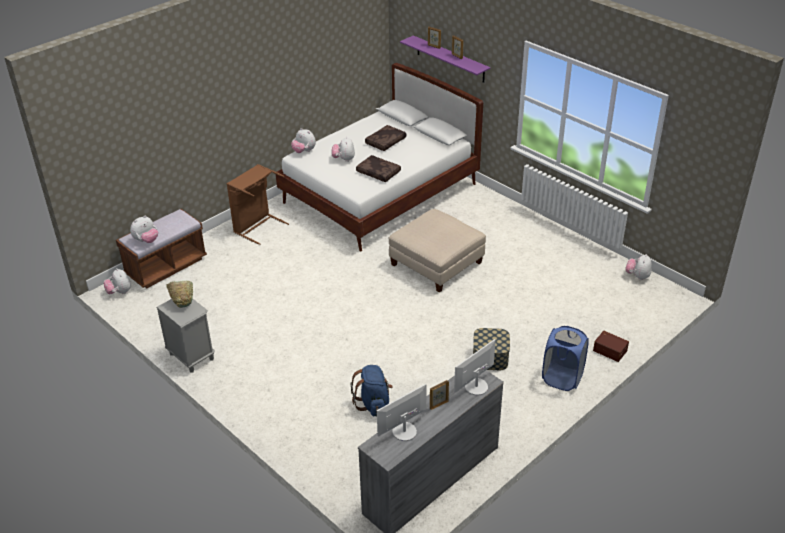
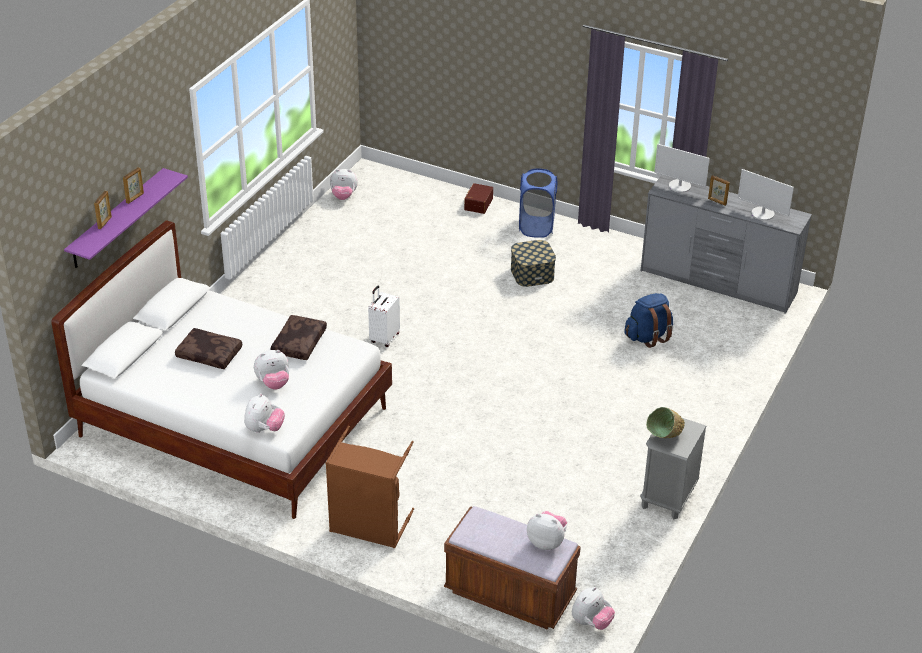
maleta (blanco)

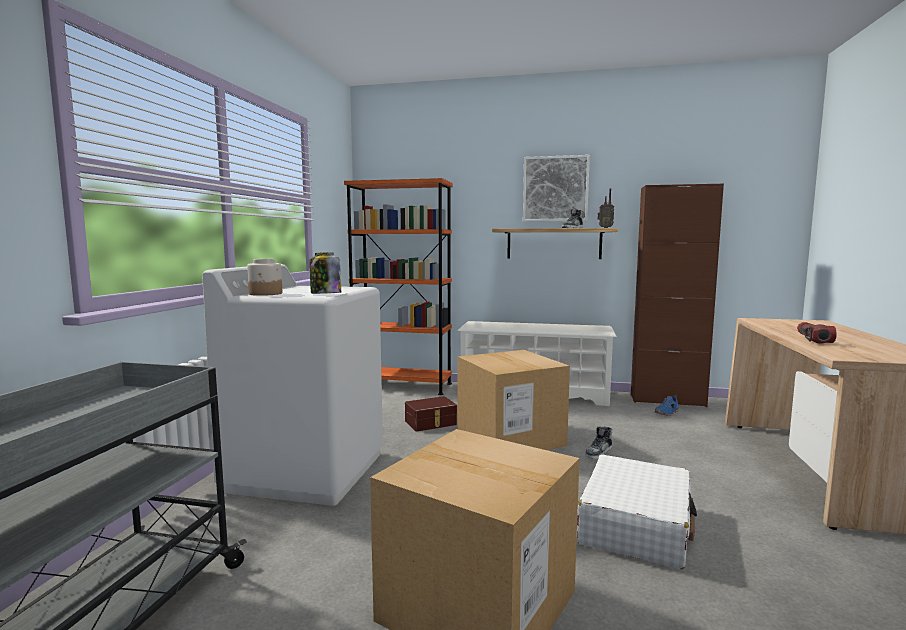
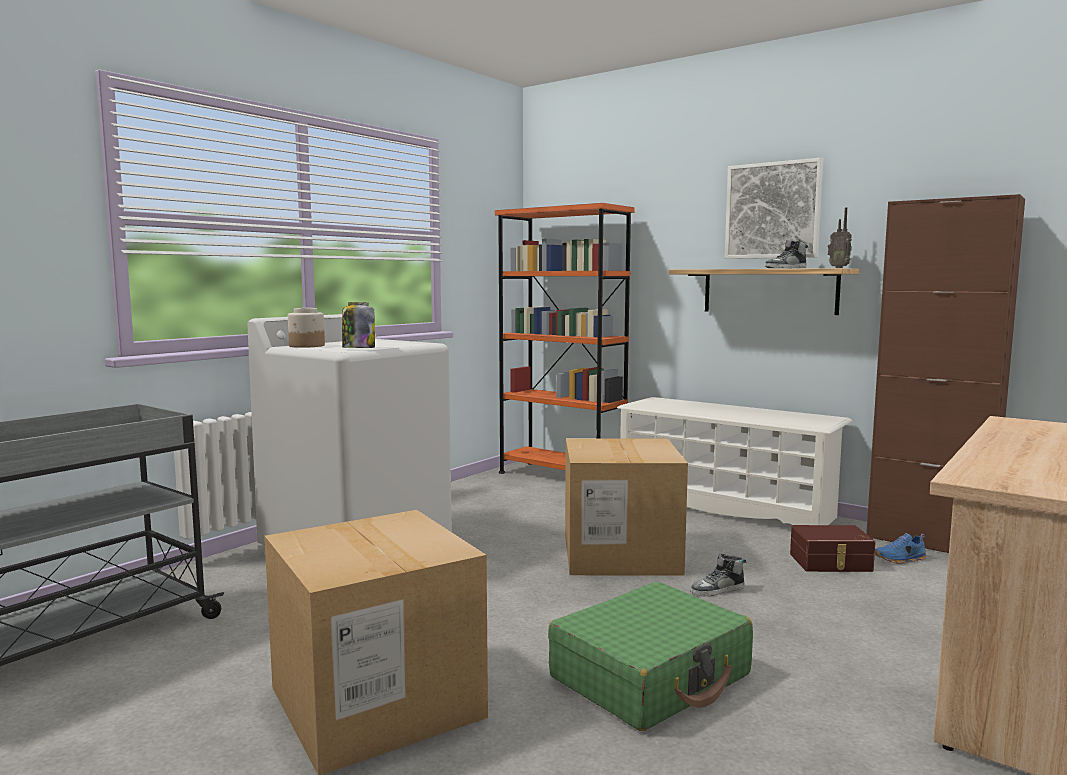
maleta (verde); caja de almacenaje (marrón); linterna

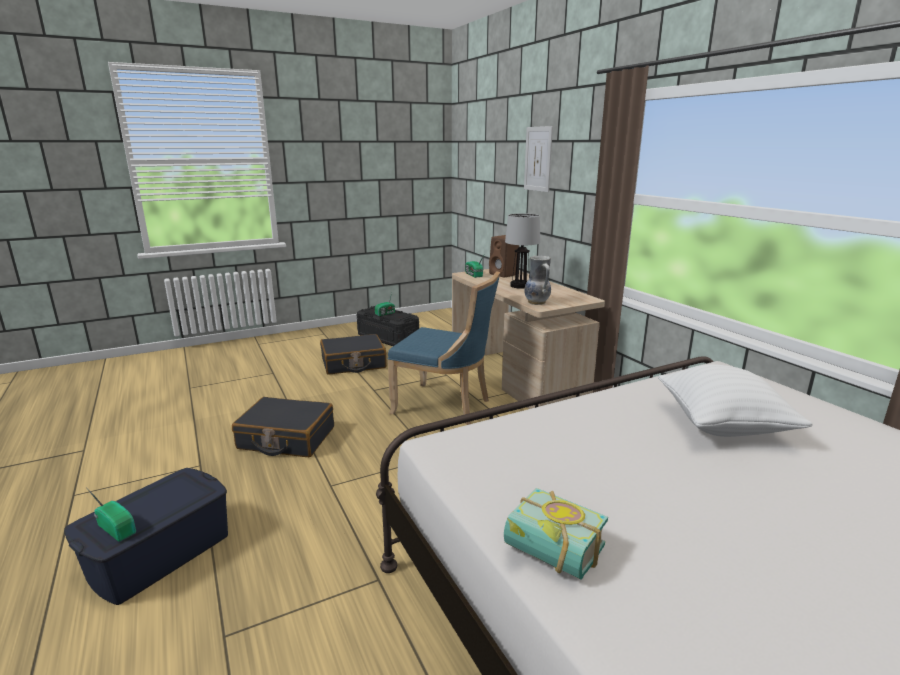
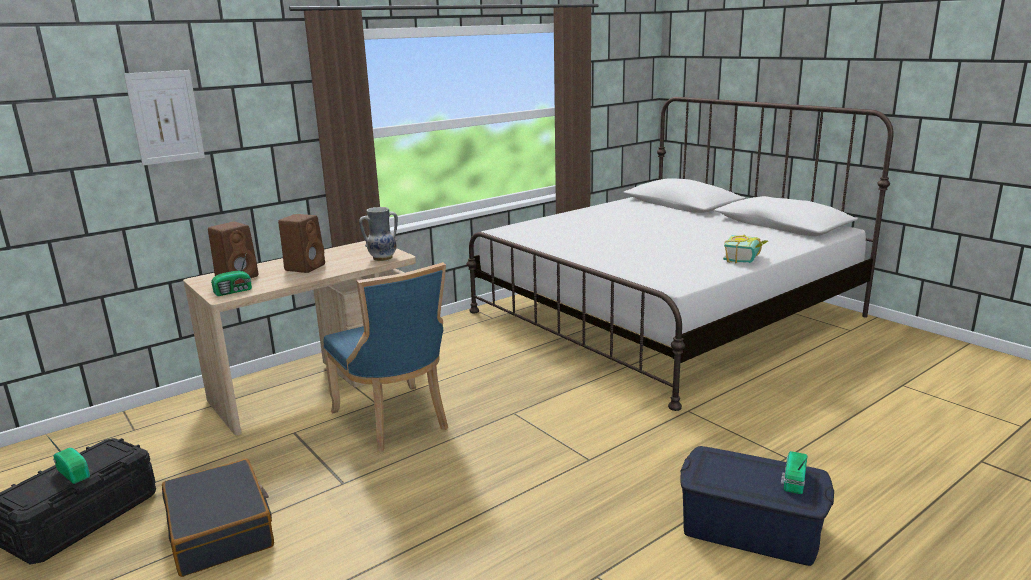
altavoz (marrón) (2nd from left); silla (azul); maleta (negro) (1st from left in the first image); cojín (blanco)

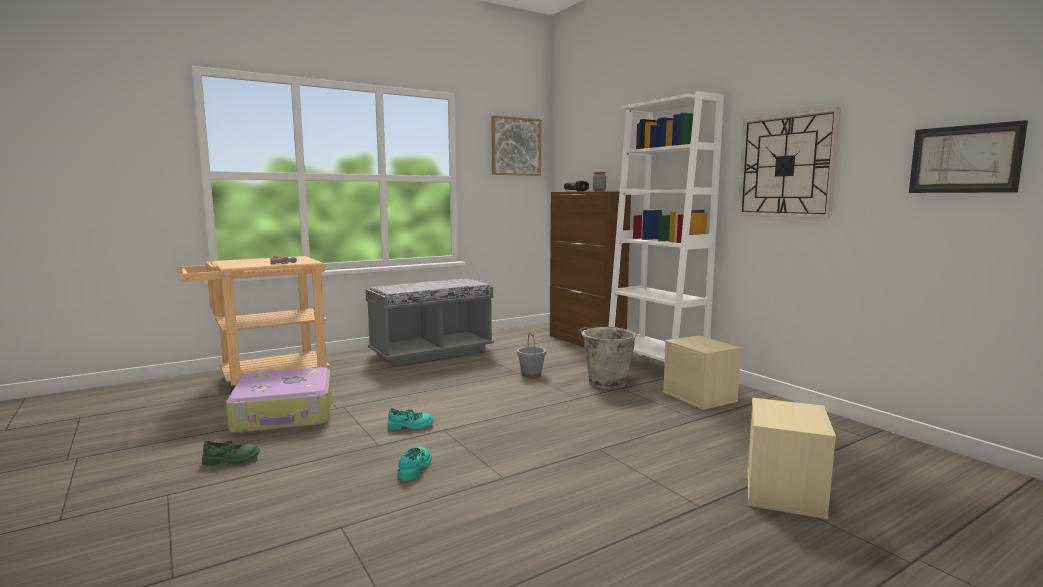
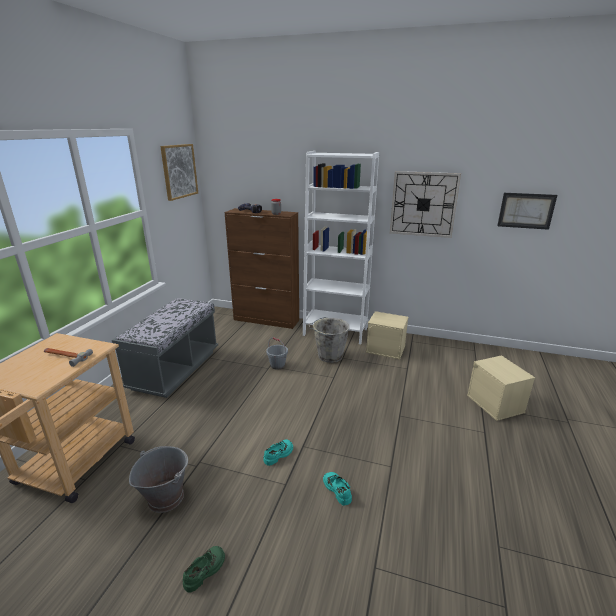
cubo (gris) (1st from left)

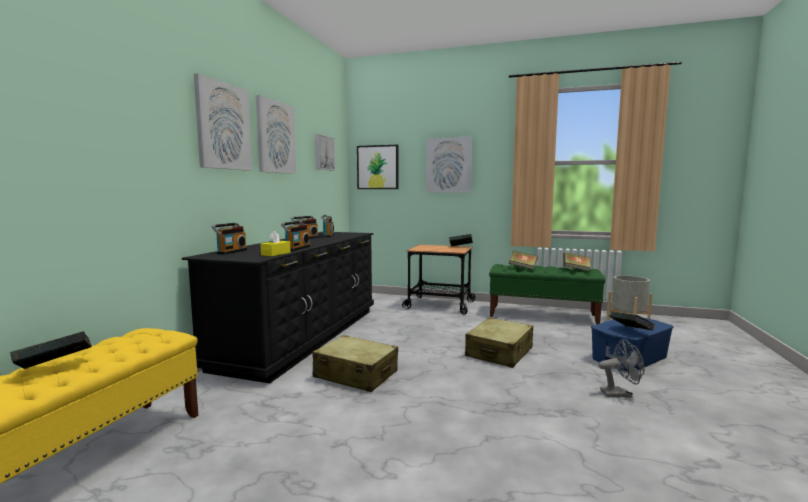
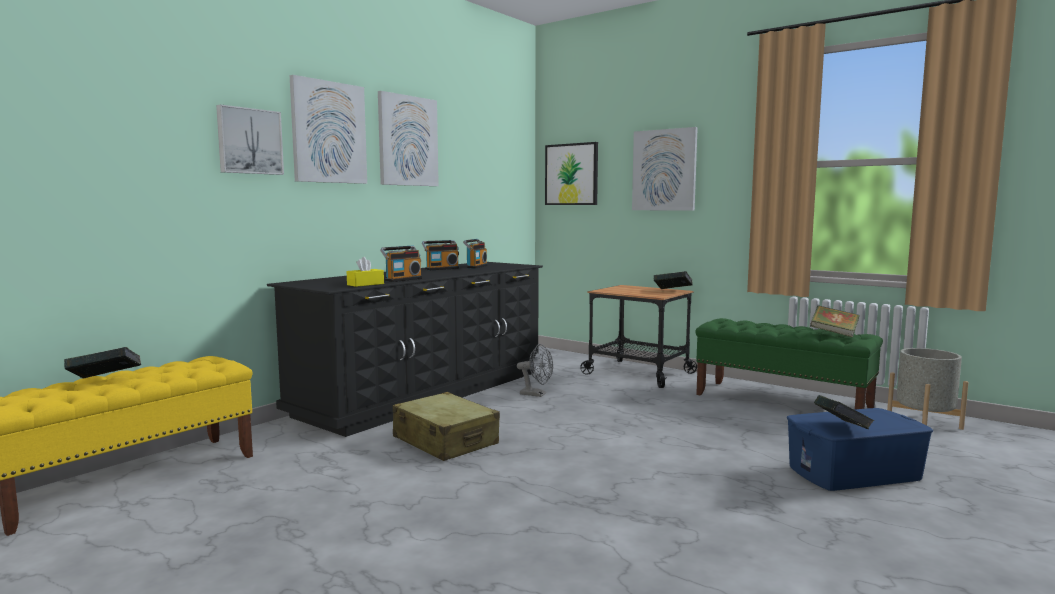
cuadro (1st from left); ventilador (gris); radio (1st from left in the first image); maleta (beis) (2nd from left in the first image); libro (3rd from left in the first image)

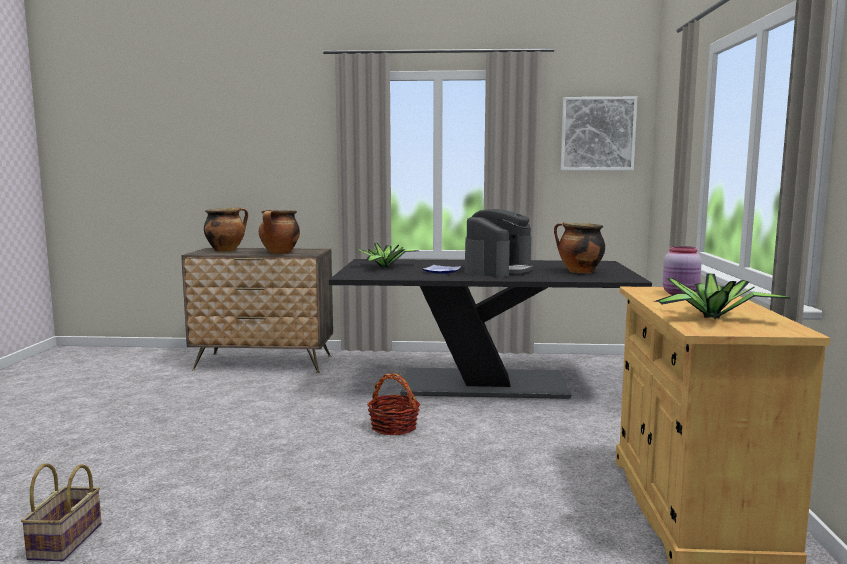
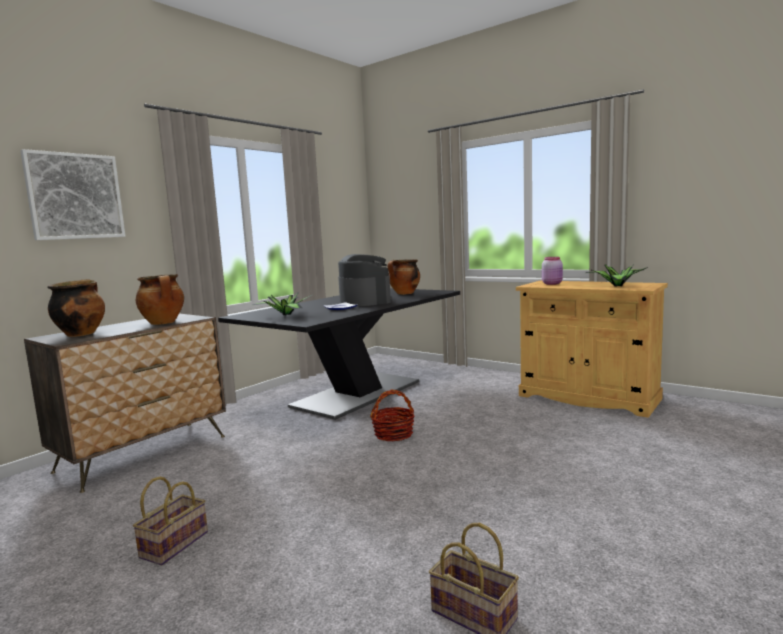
cuadro; cesta (1st from left)

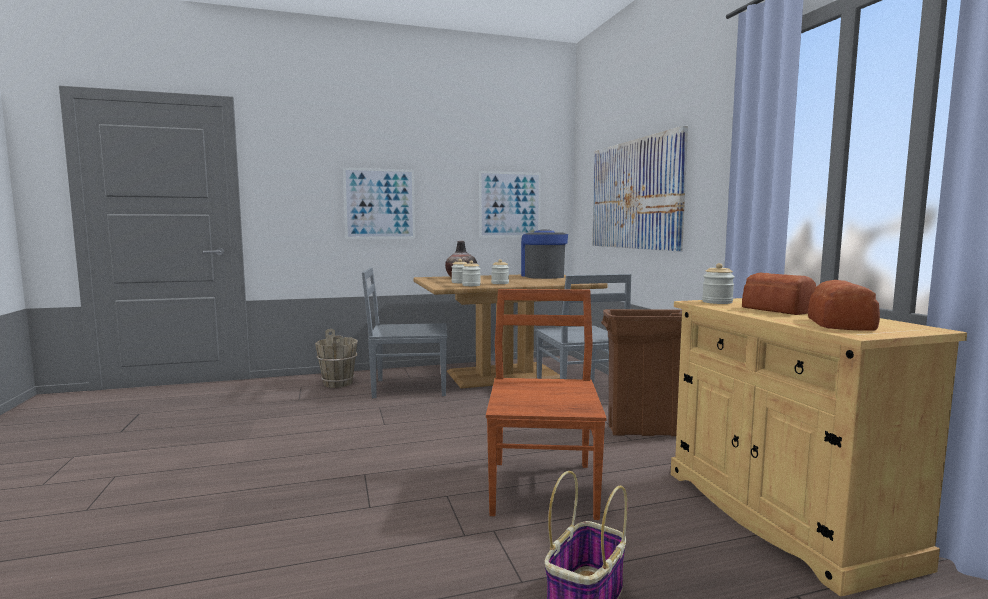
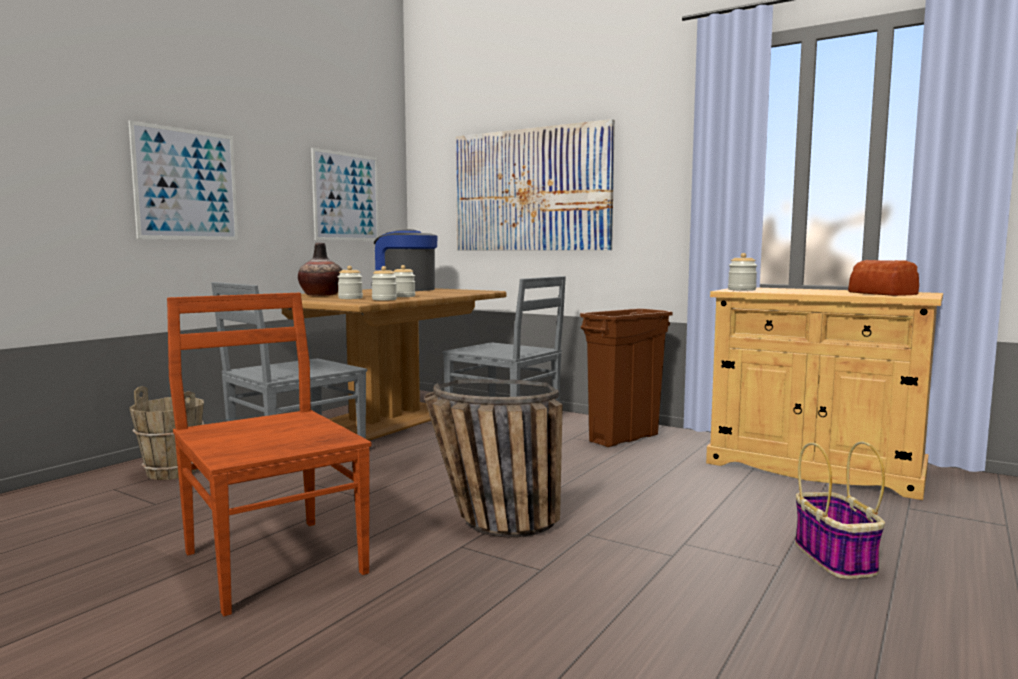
silla (marrón); cesta (1st from left); pan (1st from left in the first image)

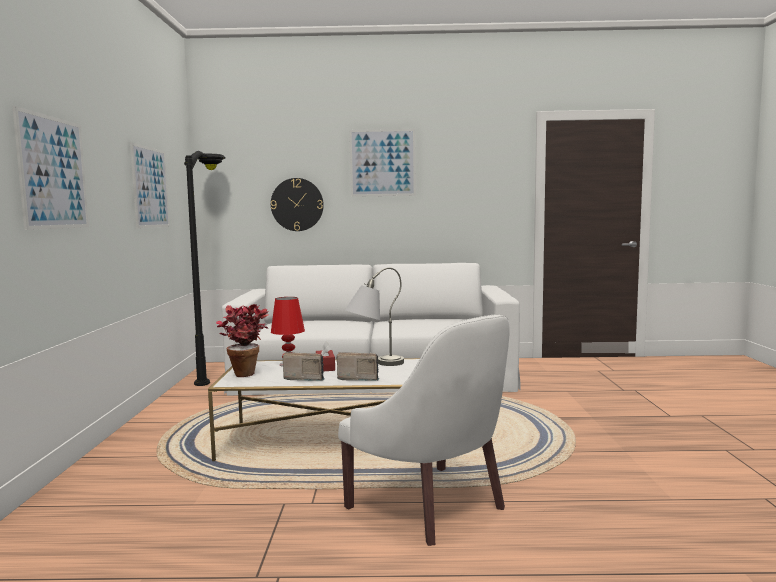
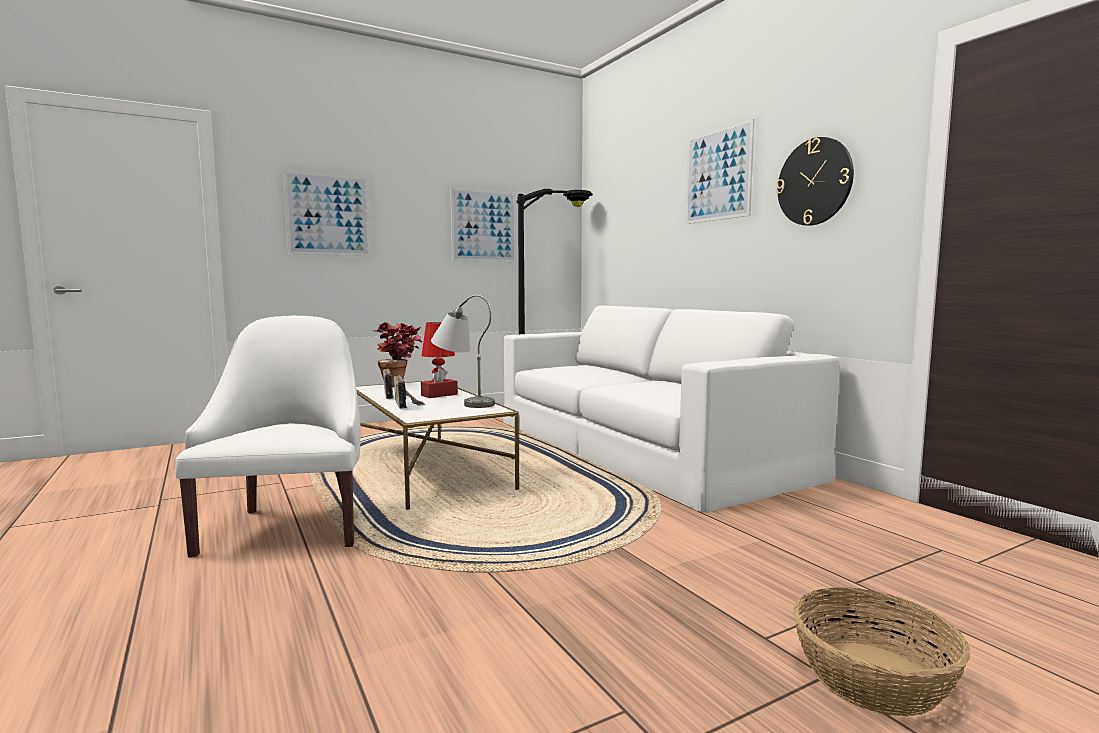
sillón (blanco); reloj de pared; cesta

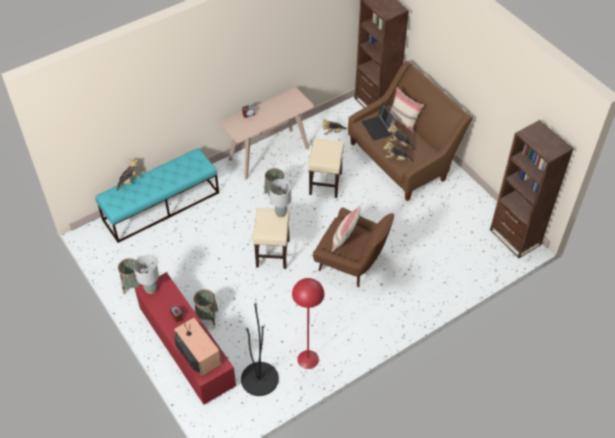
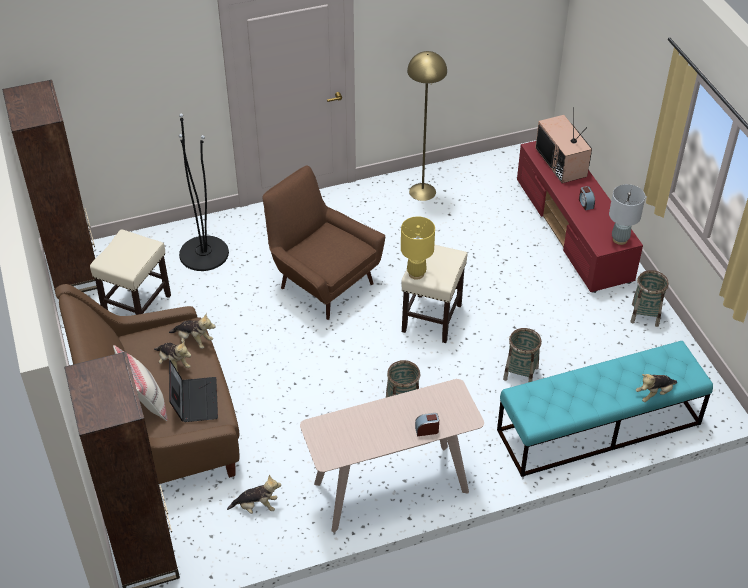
taburete (beis) (1st from left); lámpara de pie (negro); lámpara de mesa (amarillo); lámpara de pie (amarillo); cesta (2nd from left); cojín (beis) (1st from left in the first image)

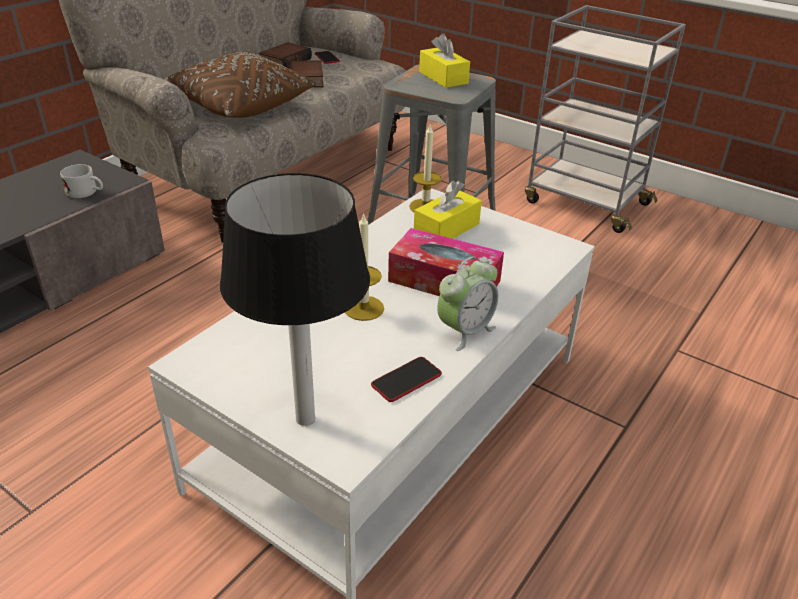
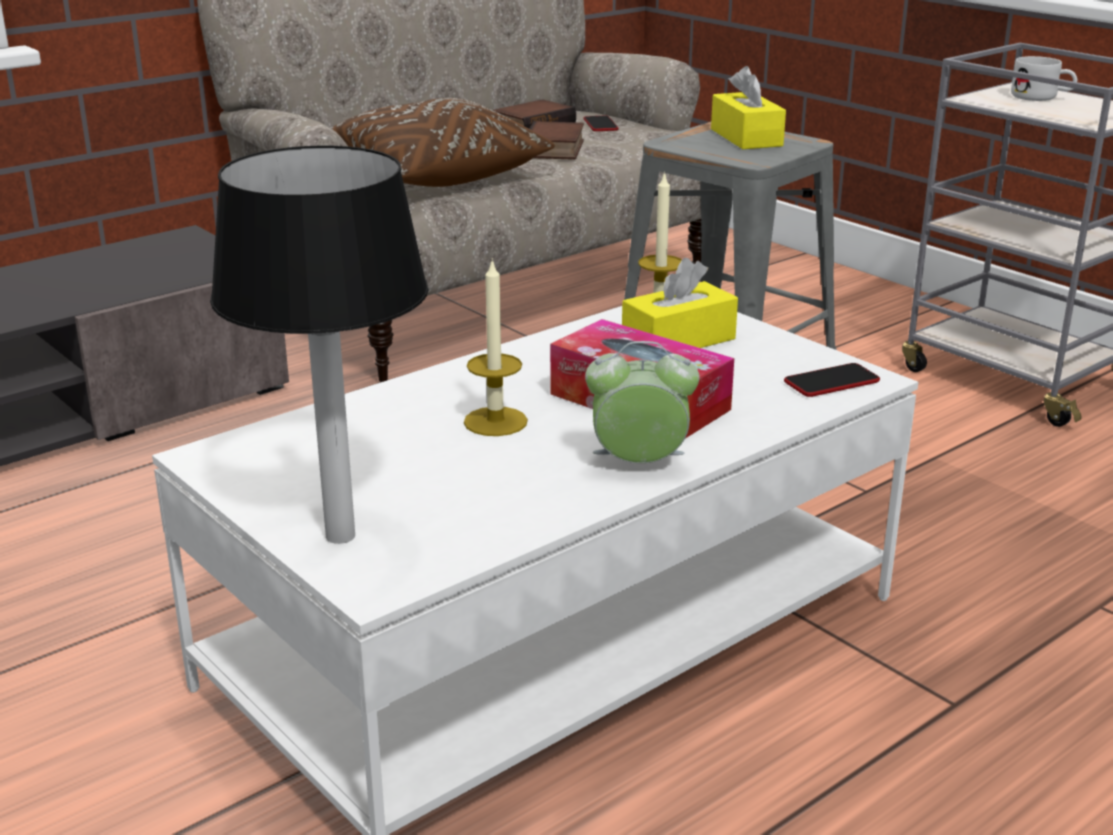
despertador; móvil (2nd from left); taza grande (blanco)

